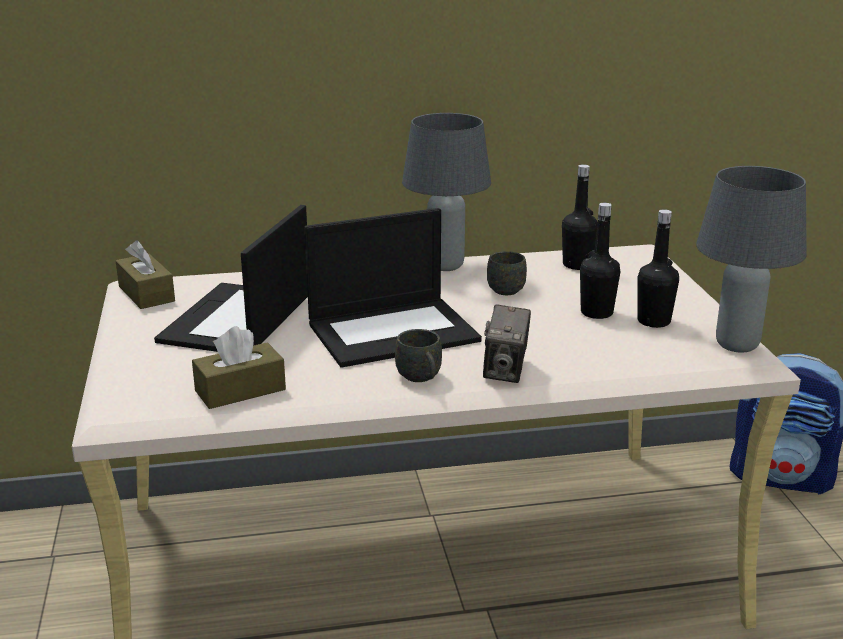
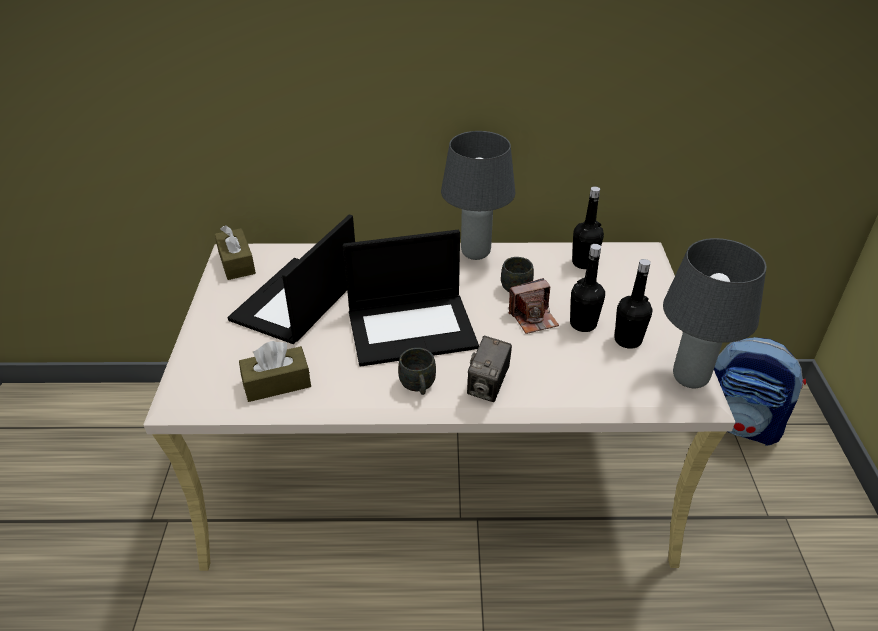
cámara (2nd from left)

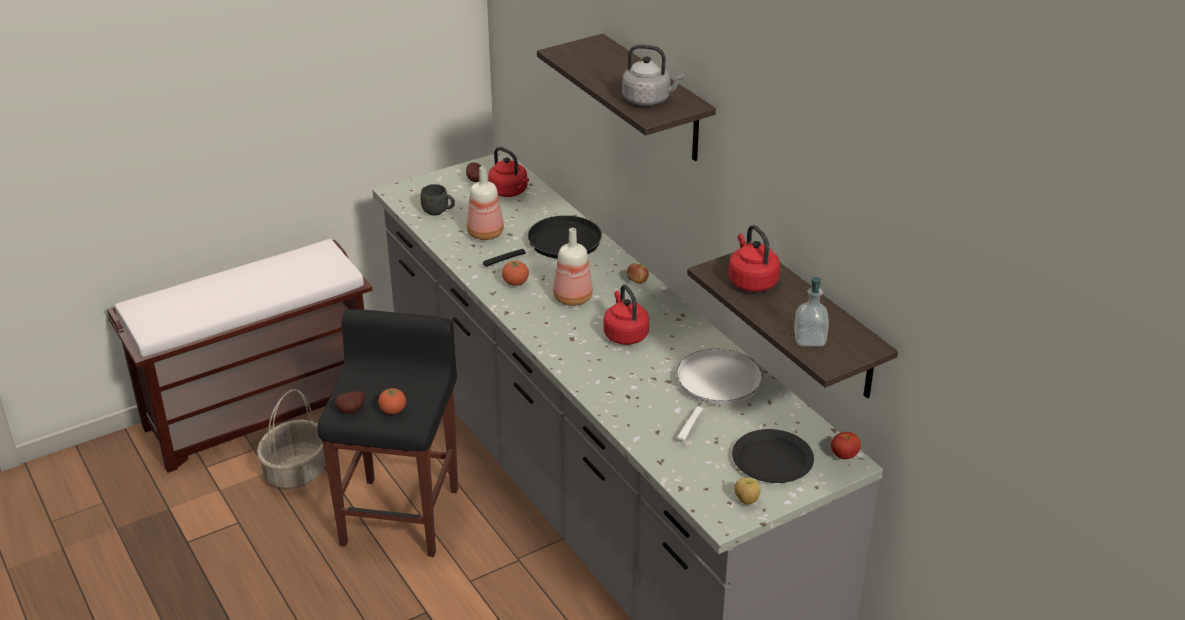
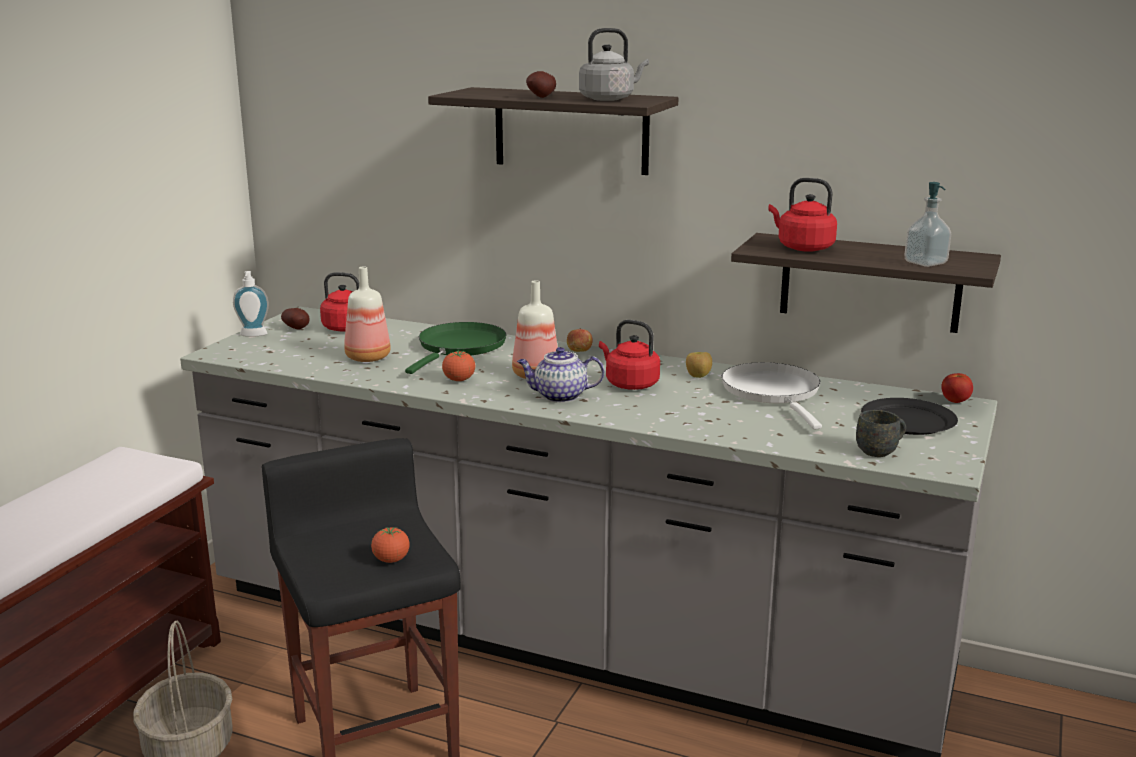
dispensador de jabón (1st from left); sartén (verde); tetera; patata (2nd from left); manzana (2nd from left); taza grande (gris)

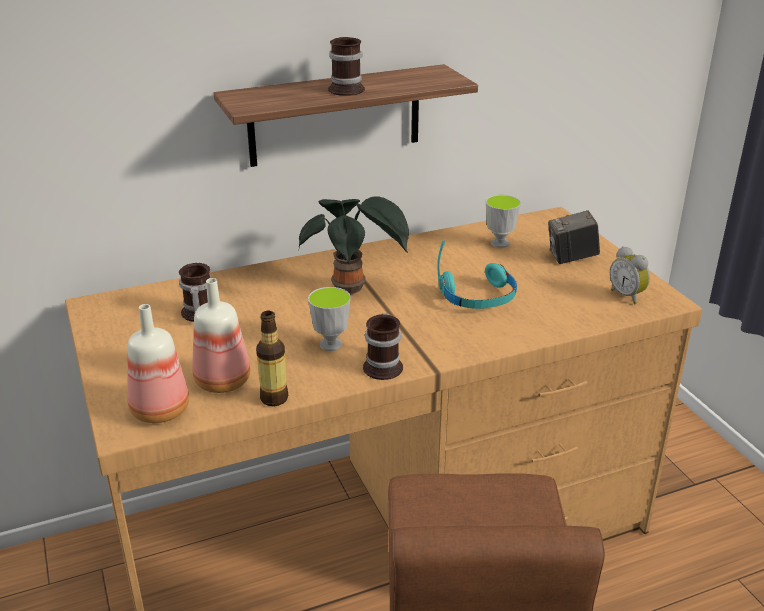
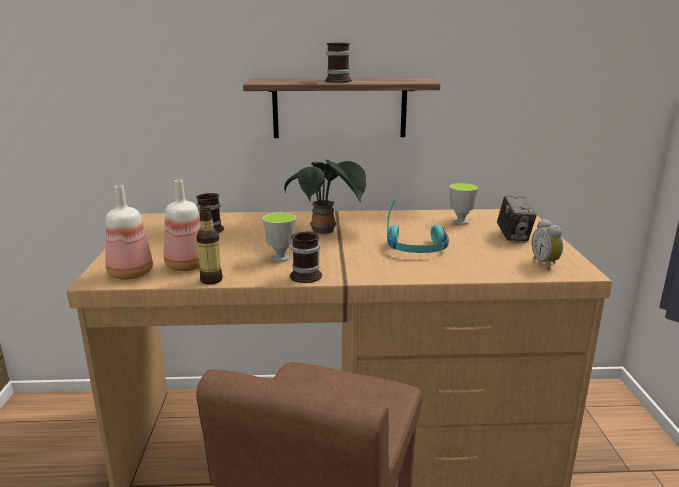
cámara

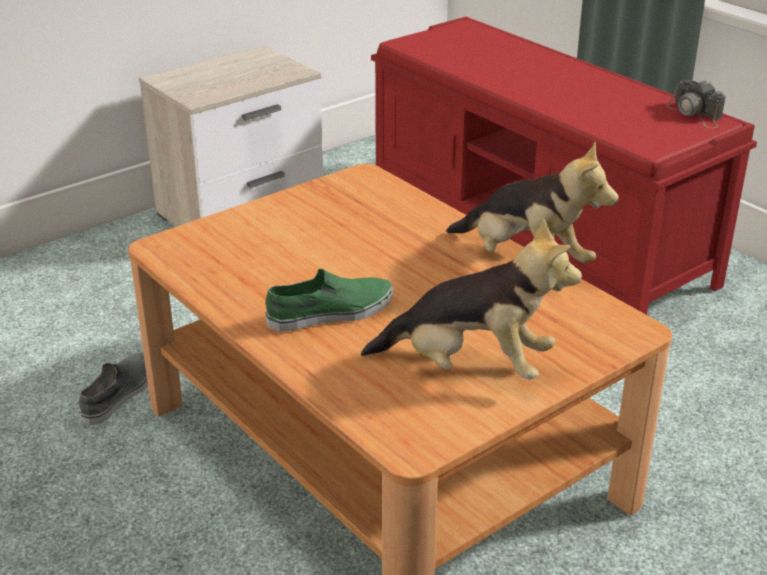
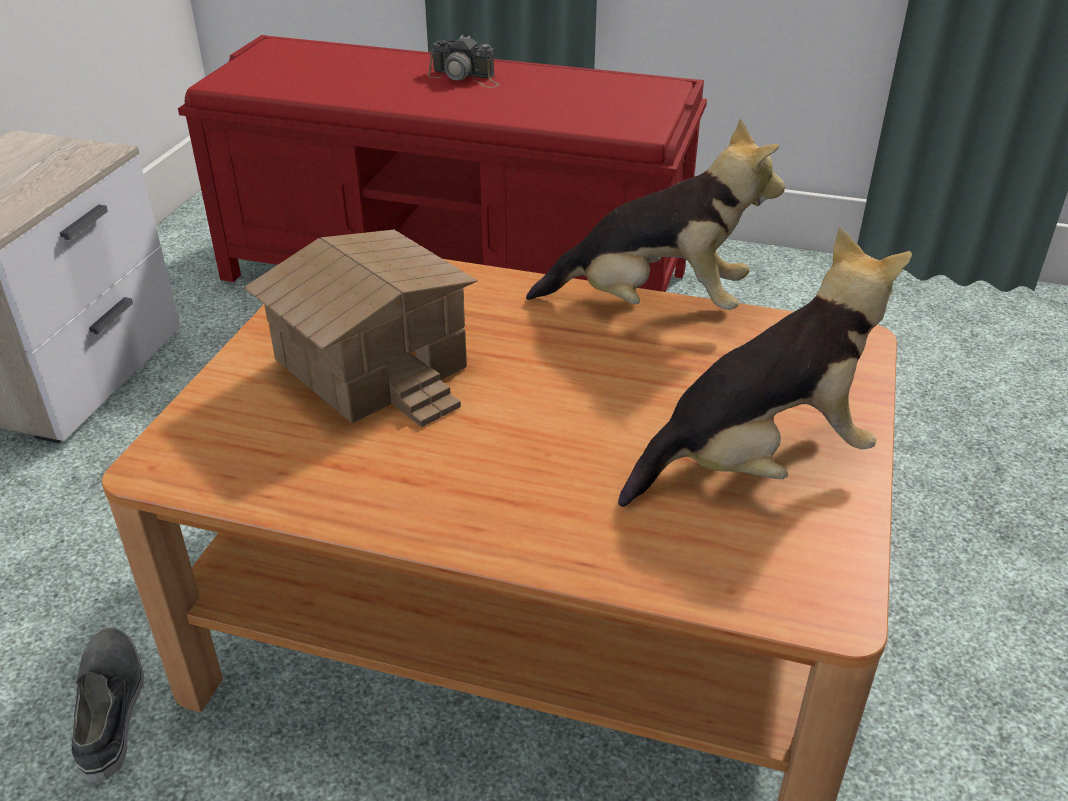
casita; cámara; zapato (verde)

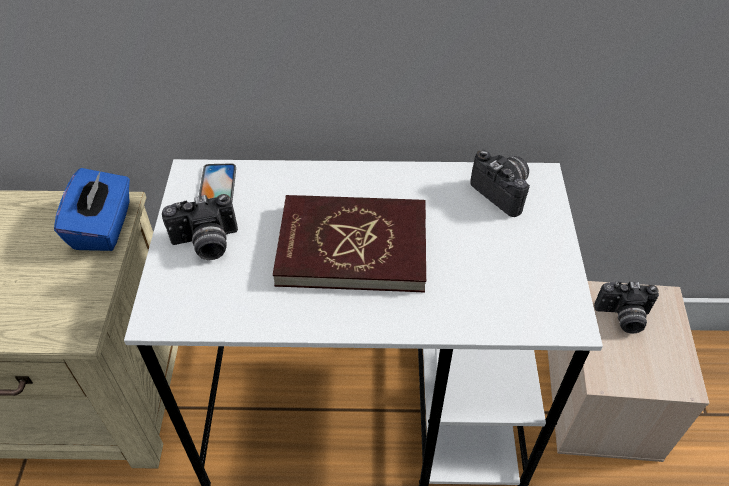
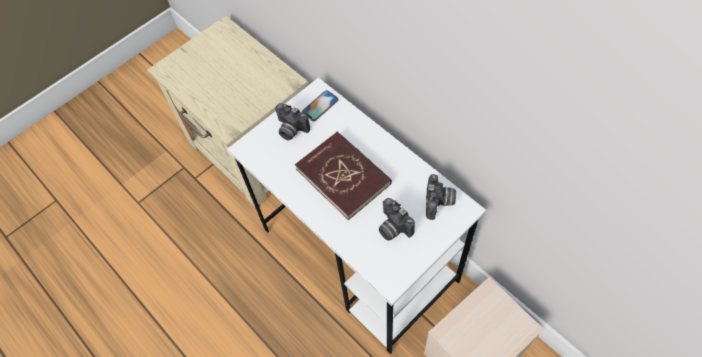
cámara (2nd from left); caja de pañuelos (azul)

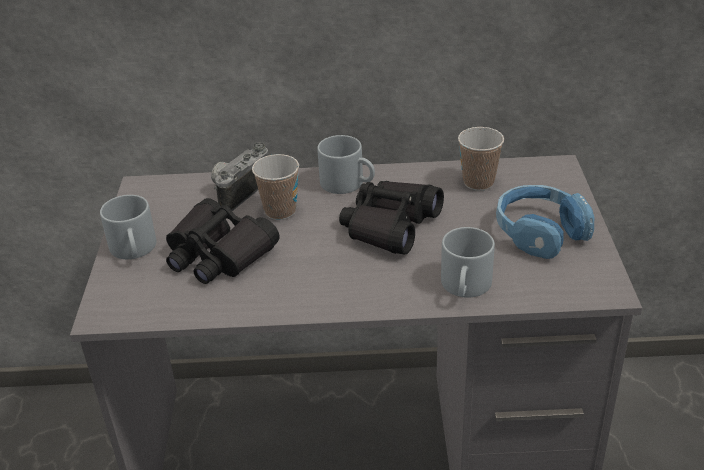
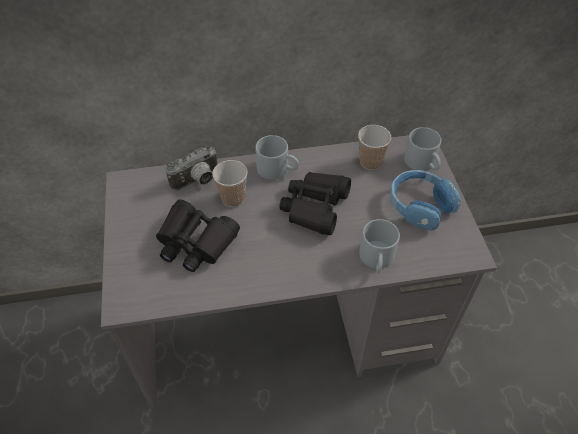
cámara; taza grande (gris) (3rd from left)

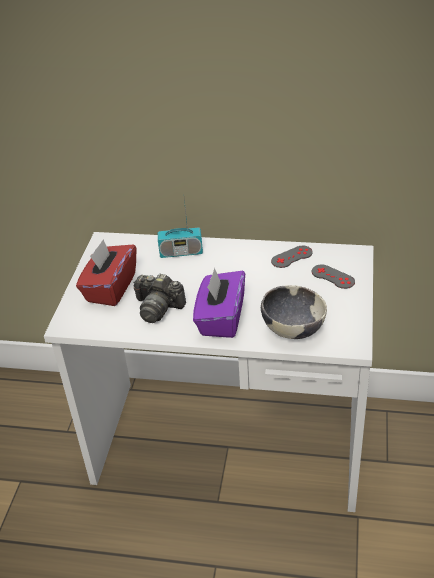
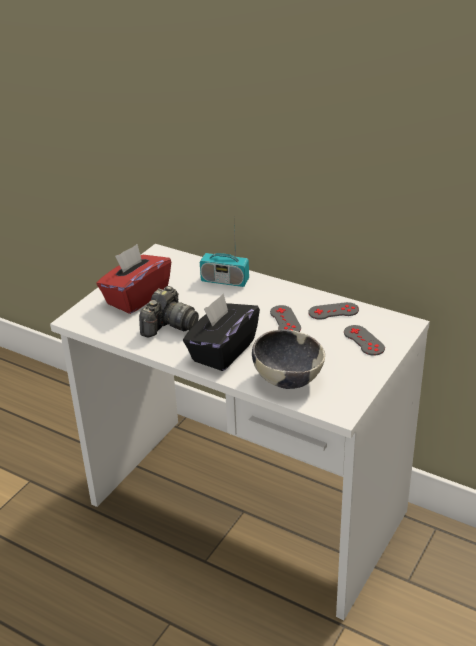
cámara; caja de pañuelos (negro); mando de consola (gris) (1st from left)

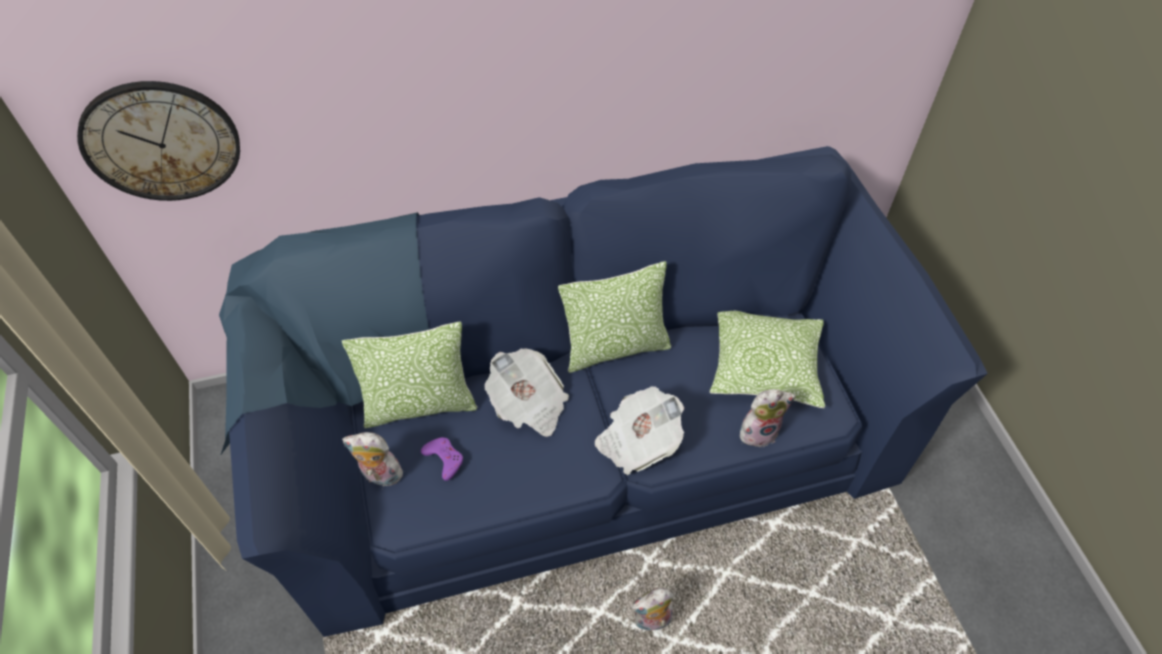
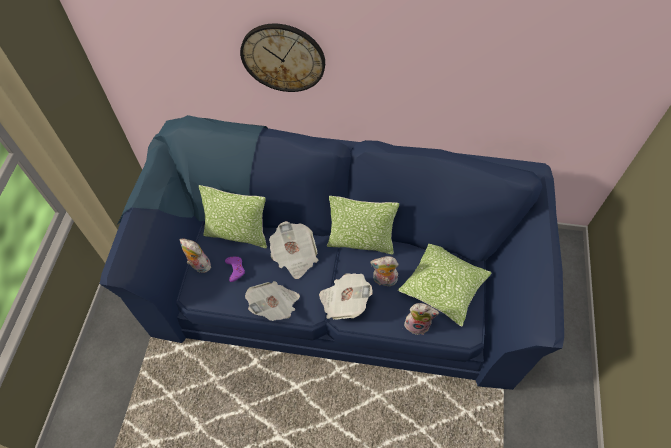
reloj de pared; periódico (1st from left); peluche (2nd from left)

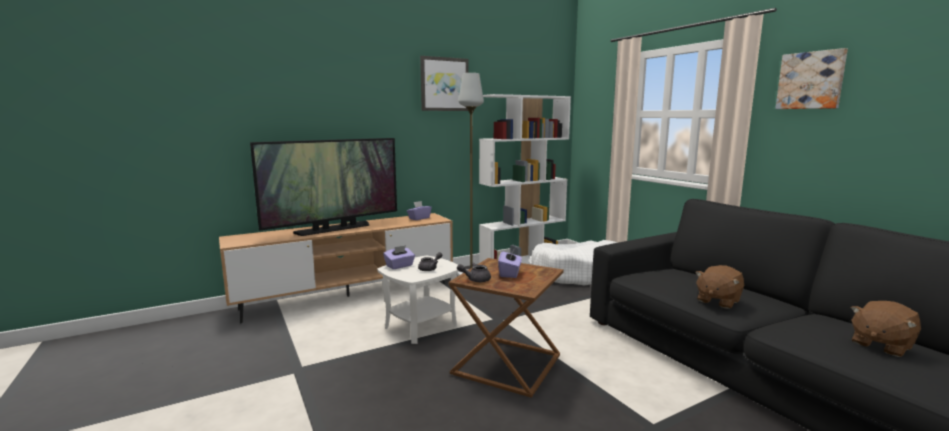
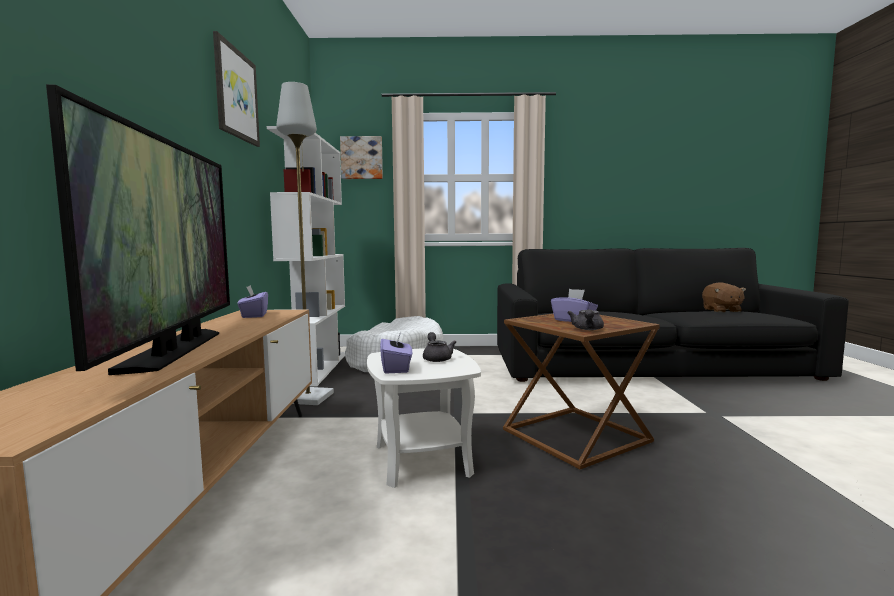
cuadro (2nd from left); peluche (marrón) (1st from left in the first image)

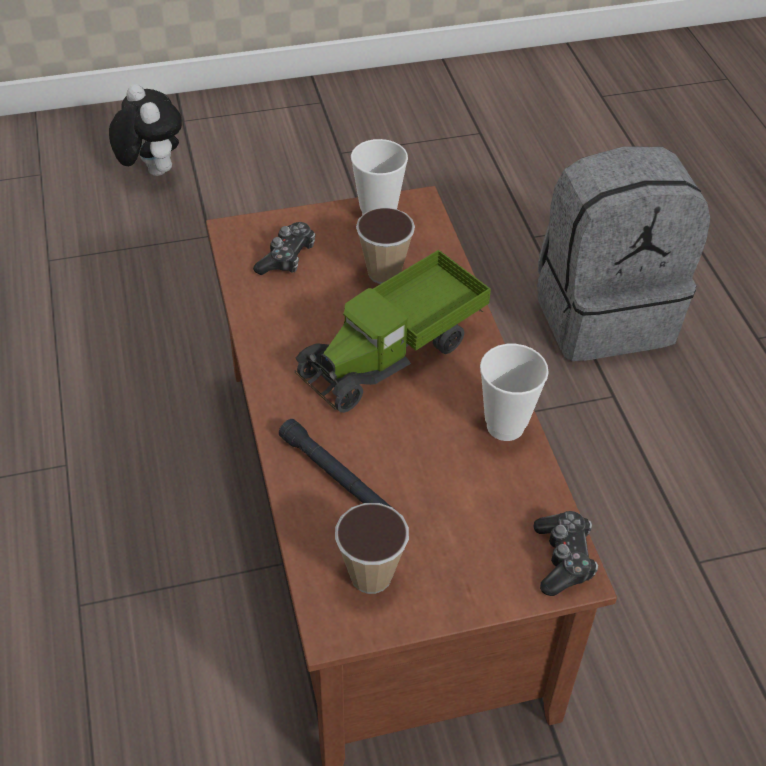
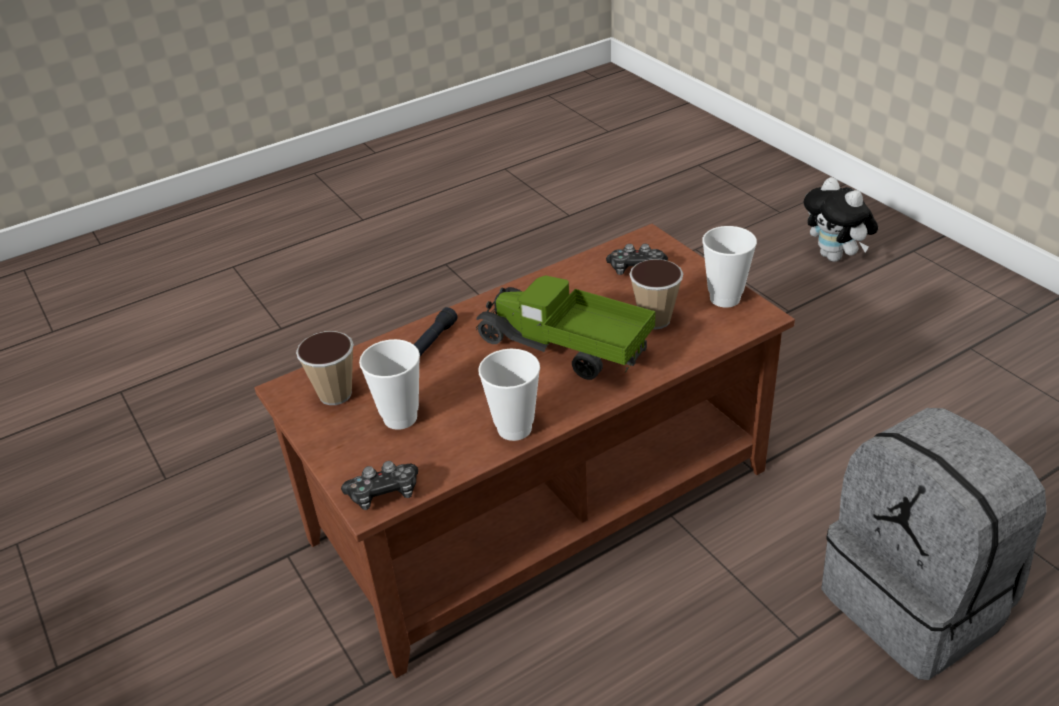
taza (2nd from left); peluche

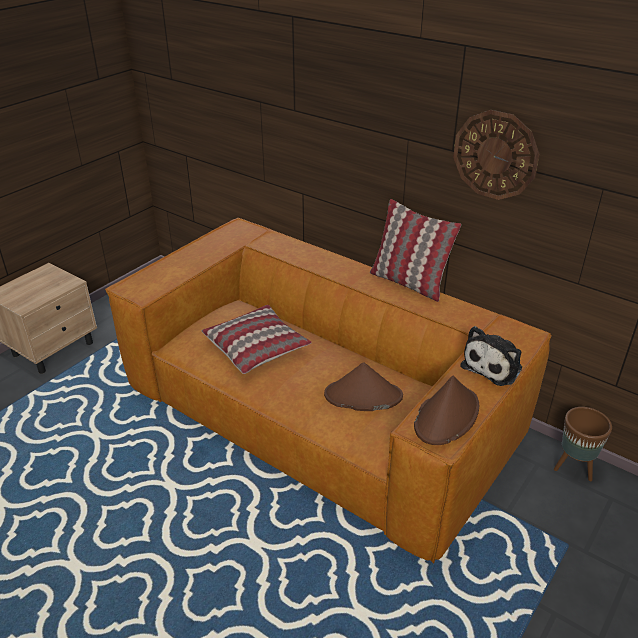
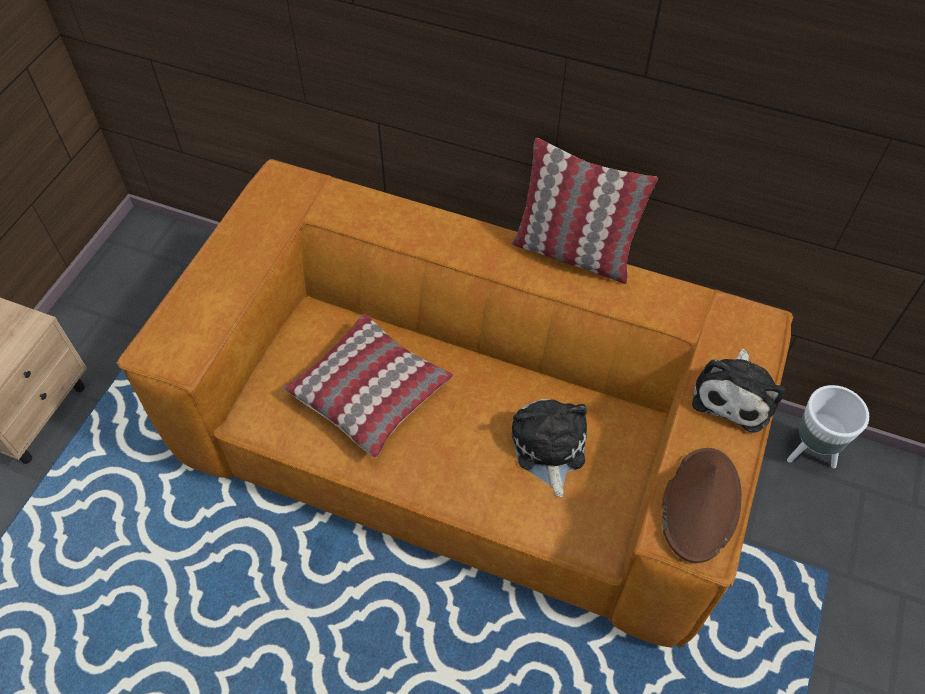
peluche (1st from left); maceta (blanco); reloj de pared

